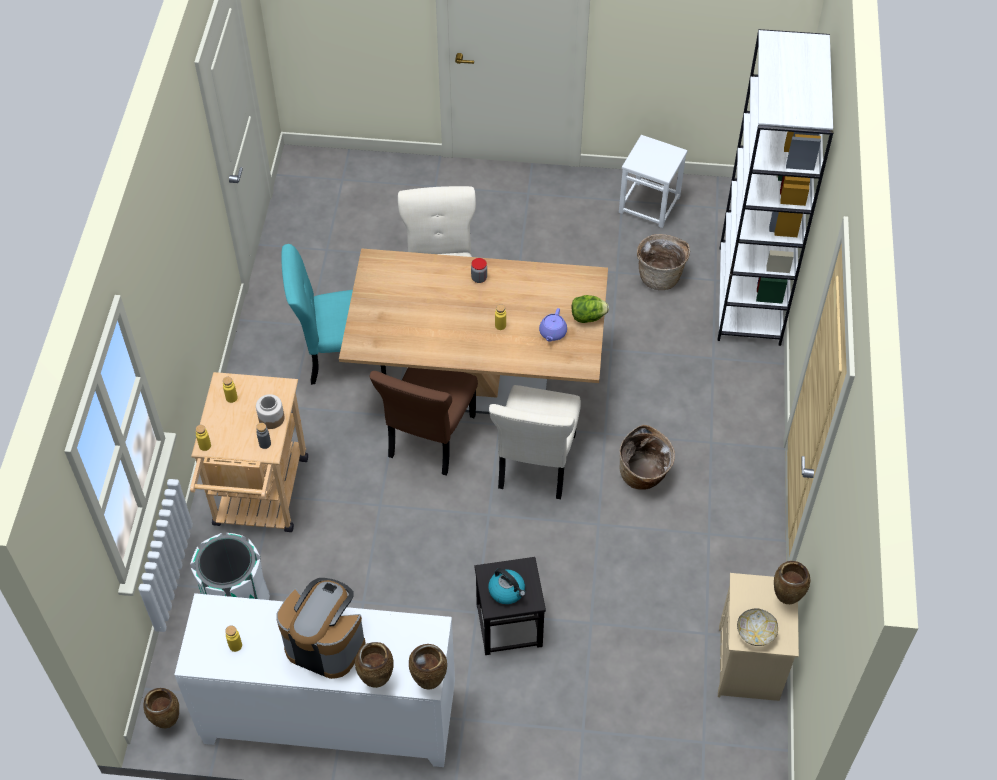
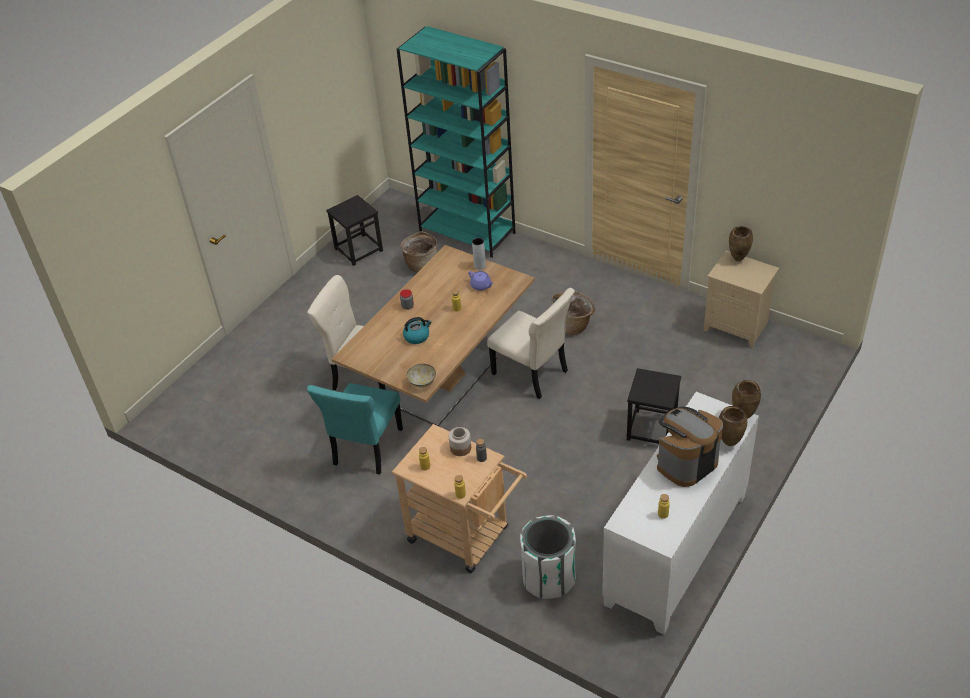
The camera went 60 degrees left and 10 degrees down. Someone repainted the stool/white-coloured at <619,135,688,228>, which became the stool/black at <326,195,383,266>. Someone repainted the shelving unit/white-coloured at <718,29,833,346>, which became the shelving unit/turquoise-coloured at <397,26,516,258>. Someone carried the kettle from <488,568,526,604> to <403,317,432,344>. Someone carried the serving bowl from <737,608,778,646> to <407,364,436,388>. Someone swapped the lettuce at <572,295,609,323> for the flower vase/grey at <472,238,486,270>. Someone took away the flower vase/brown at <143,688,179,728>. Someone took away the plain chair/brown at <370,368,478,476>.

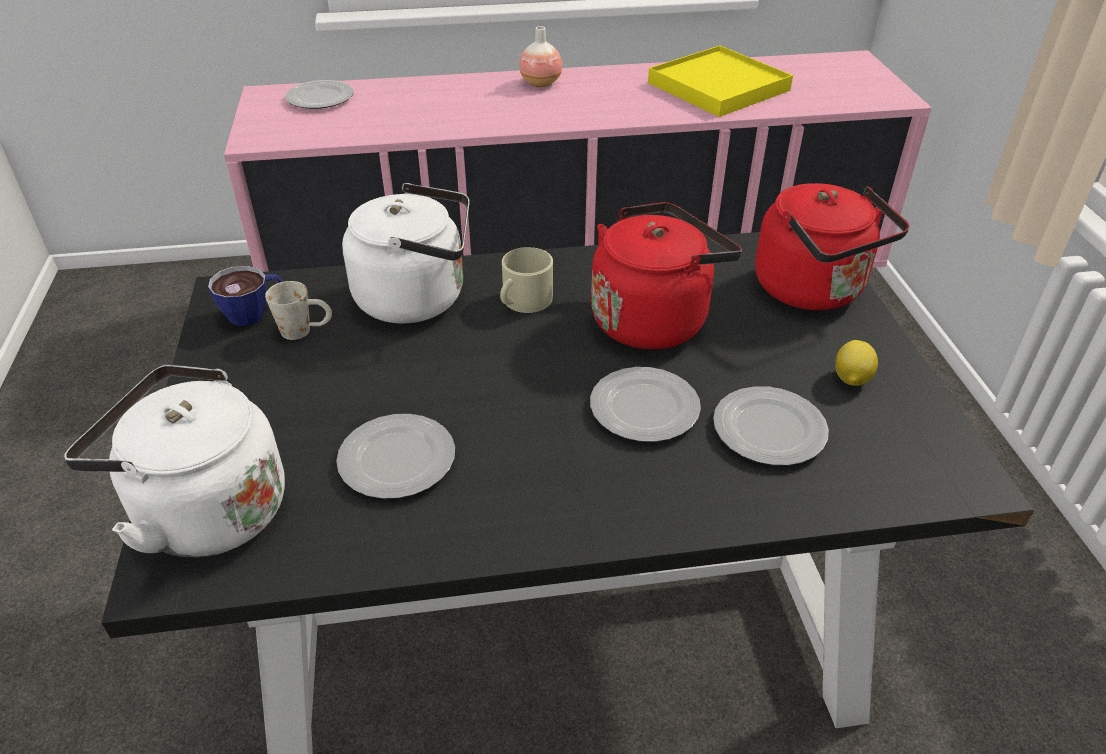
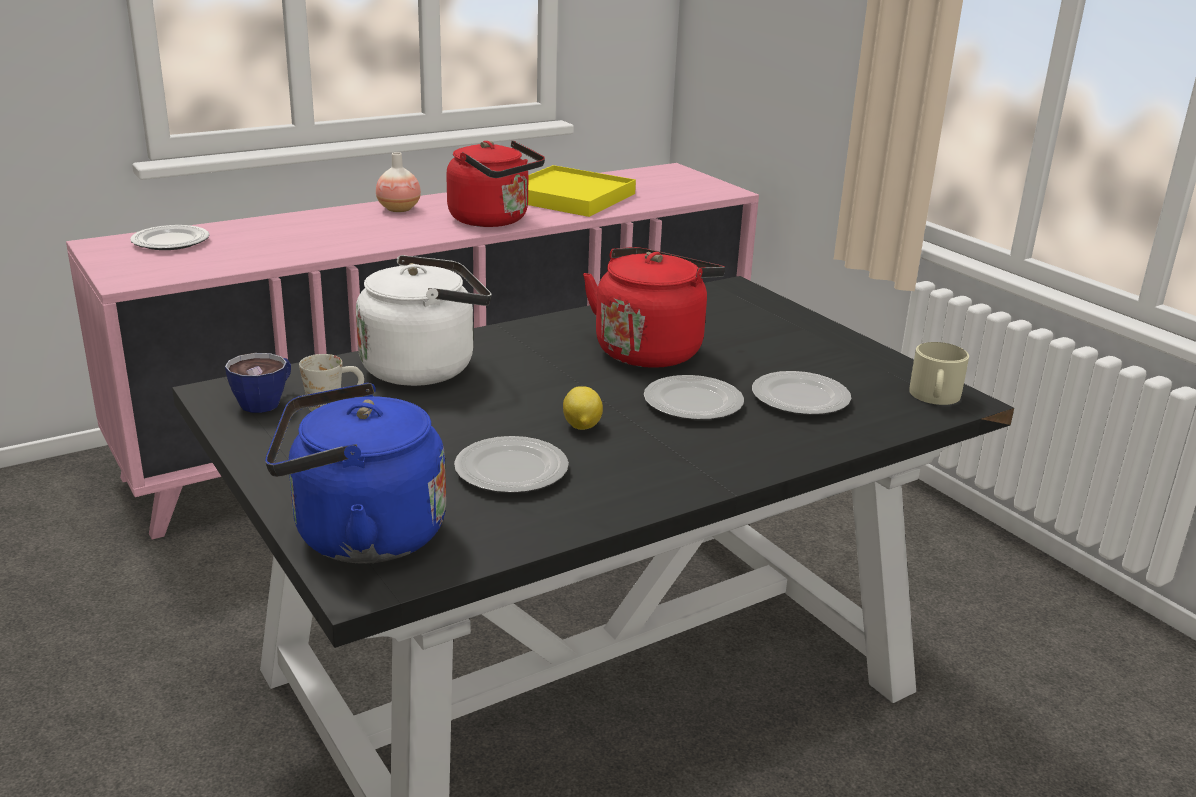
The camera went 25 degrees left and 15 degrees down. Someone repainted the kettle/white-coloured at <64,364,285,558>, which became the kettle/blue-coloured at <265,383,446,564>. Someone carried the kettle/red from <755,183,910,310> to <446,141,545,227>. Someone carried the whole lemon from <835,340,878,386> to <563,386,603,430>. Someone carried the tea mug/beige from <500,247,553,313> to <909,342,969,405>.

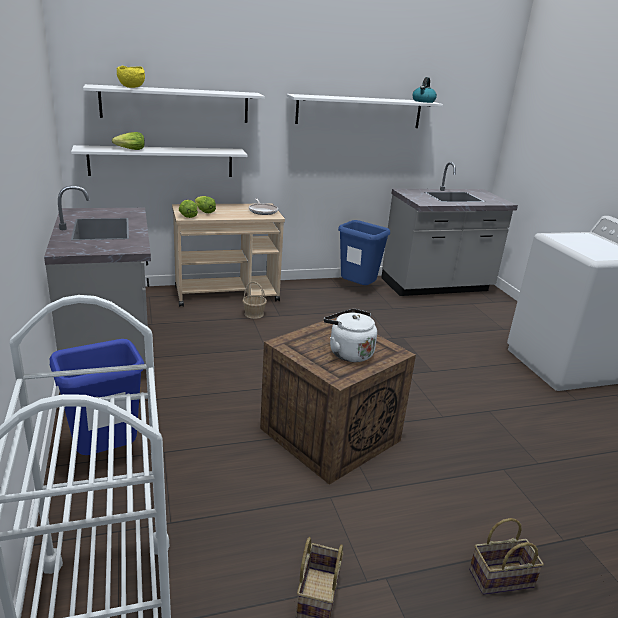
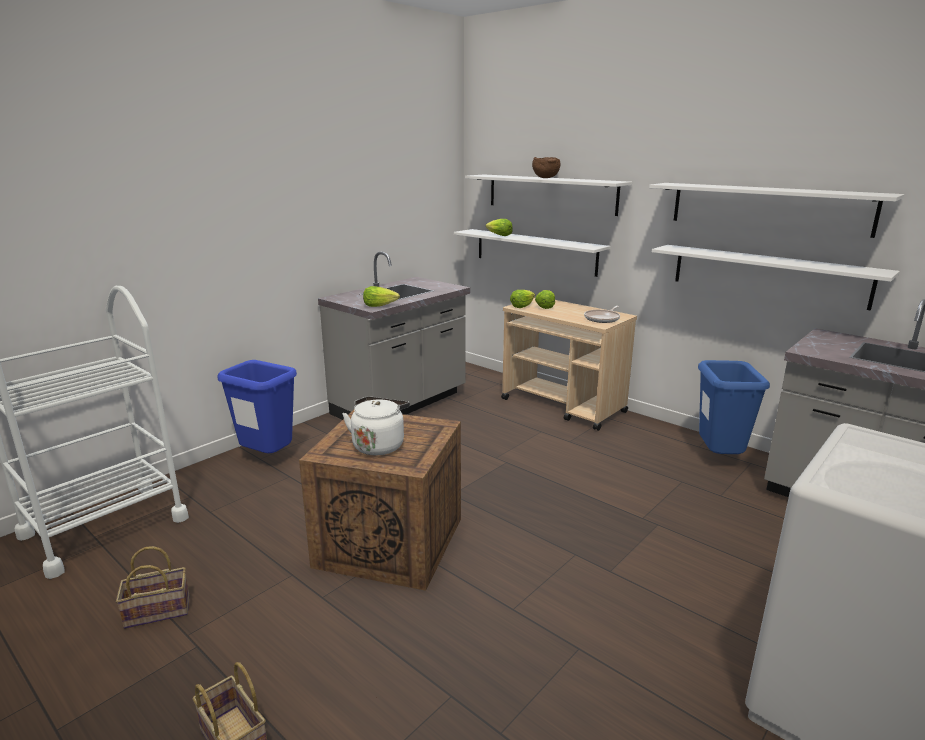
The camera went 60 degrees right and 5 degrees down. Someone put down the lettuce at <363,286,400,307>. Someone put down the serving bowl/brown at <532,157,561,178>. Someone put up the shelf/white-coloured at <652,245,900,310>. Someone took away the serving bowl/yellow-coloured at <117,66,145,88>. Someone took away the basket at <243,281,267,319>. Someone took away the kettle at <412,77,437,103>.

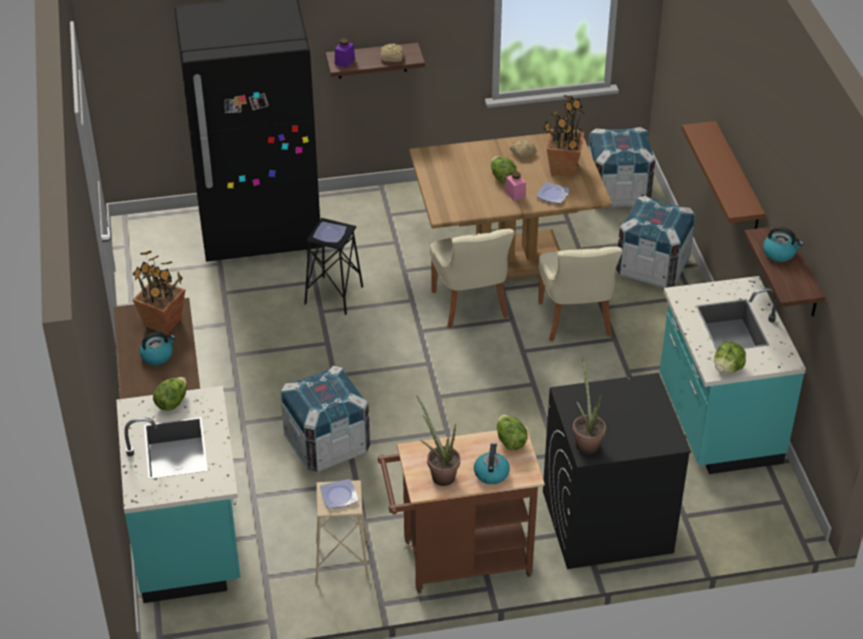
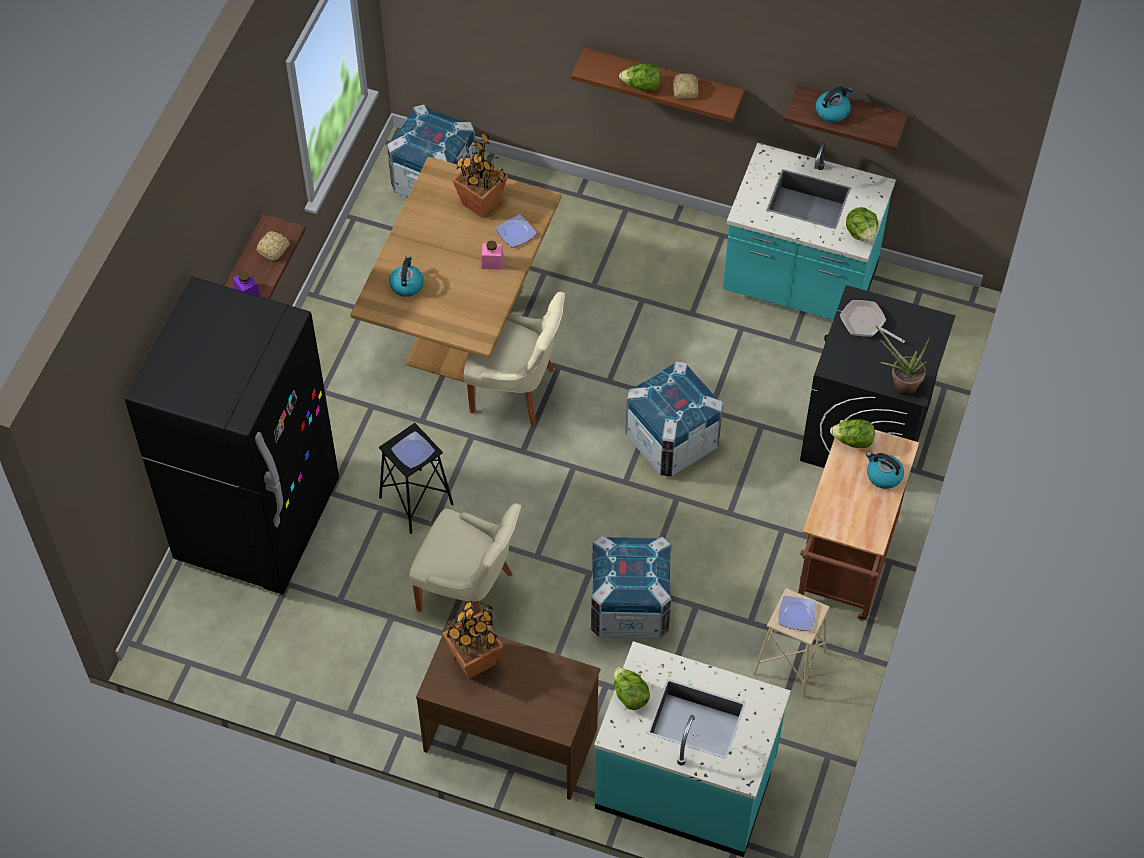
The camera went 60 degrees left and 15 degrees up. Someone carried the kettle from <140,332,176,365> to <389,256,424,297>. Someone carried the plain chair/beige from <538,247,623,341> to <409,503,521,615>. Someone carried the lettuce from <491,156,517,184> to <619,63,661,91>. Someone carried the packing crate from <616,196,696,289> to <625,361,723,477>. Someone carried the bakery bread from <510,138,536,159> to <673,73,699,99>. Someone put down the frying pan at <840,300,905,343>. Someone took away the houseplant at <417,396,460,486>.

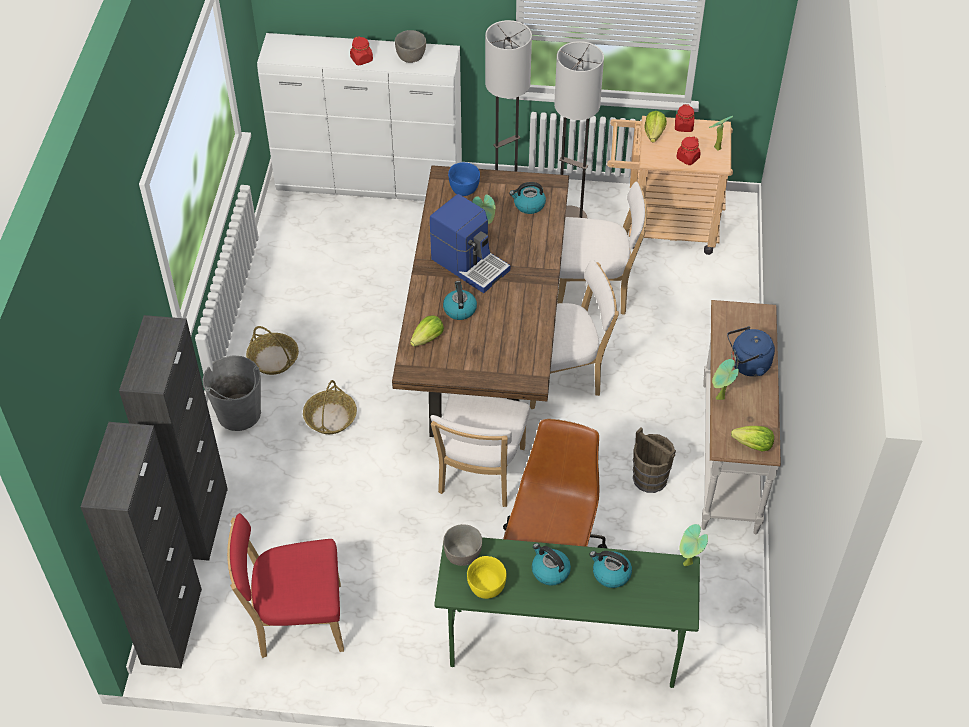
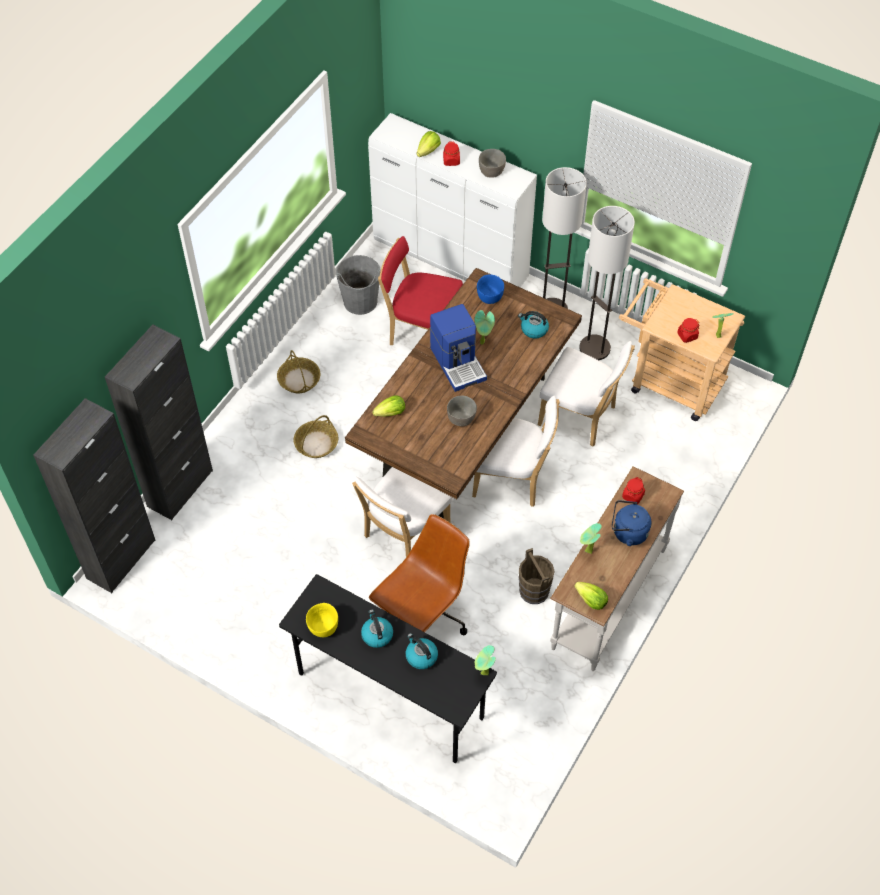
The camera went 25 degrees right and 5 degrees up. Someone repainted the desk unit/green-coloured at <435,535,700,688>, which became the desk unit/black at <279,574,497,763>. Someone carried the pail/grey from <202,355,261,431> to <336,255,381,315>. Someone carried the plain chair/red from <227,513,344,658> to <378,236,463,345>. Someone carried the lettuce from <644,111,667,143> to <416,131,441,157>. Someone carried the serving bowl/grey from <443,524,482,566> to <447,396,477,426>. Someone carried the preserve jar/red from <675,104,694,132> to <622,477,645,504>. Someone took away the kettle at <443,281,477,320>.

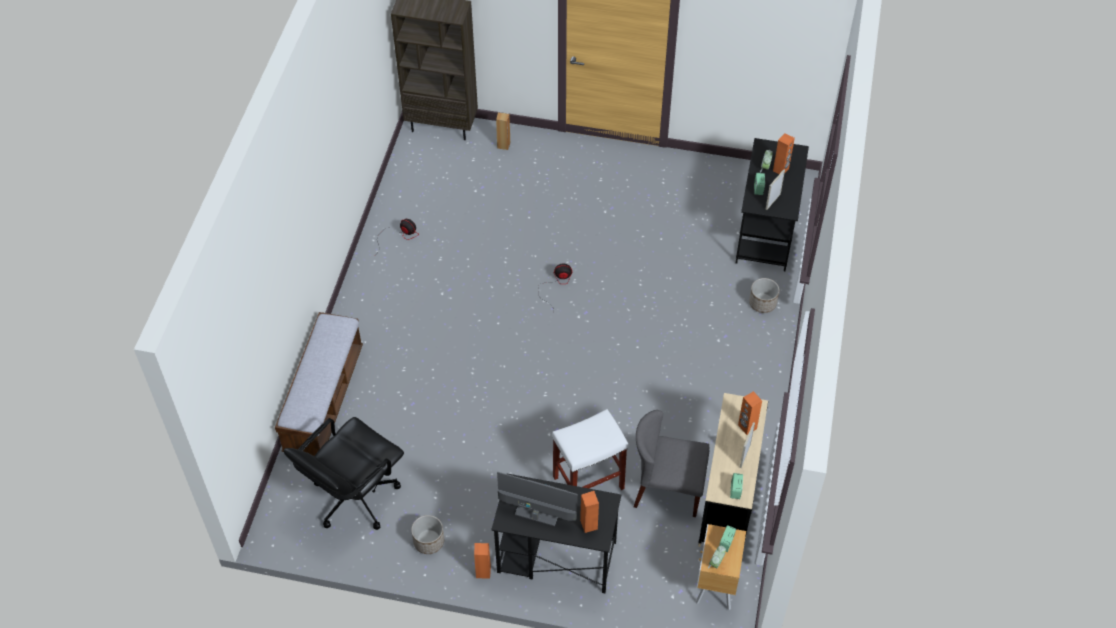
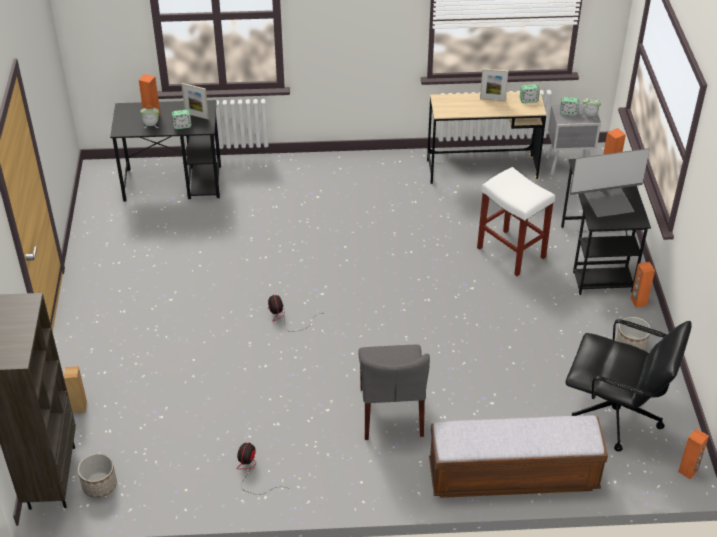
The camera went 105 degrees left and 10 degrees down. Someone carried the plant pot from <749,278,779,313> to <78,453,117,498>. Someone carried the plain chair/grey from <634,410,709,517> to <358,345,430,440>. Someone repainted the bedside table/brown at <696,524,746,610>, which became the bedside table/grey at <546,104,601,175>. Someone rotated the computer screen at <497,471,577,526> by 105 degrees counterclockwise. Someone carried the speaker/orangey from <738,391,762,435> to <678,429,709,479>.

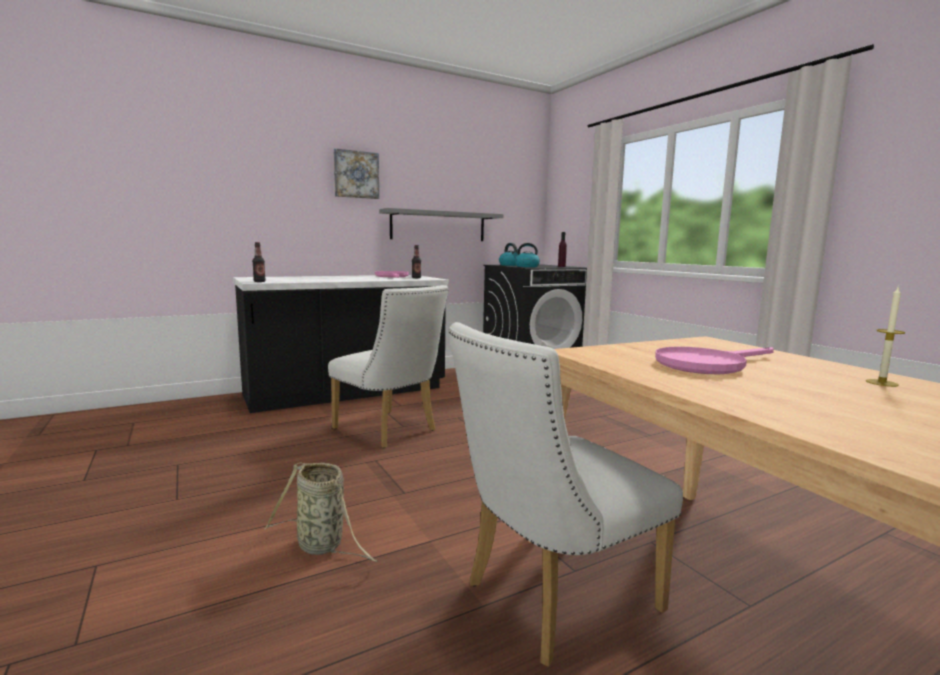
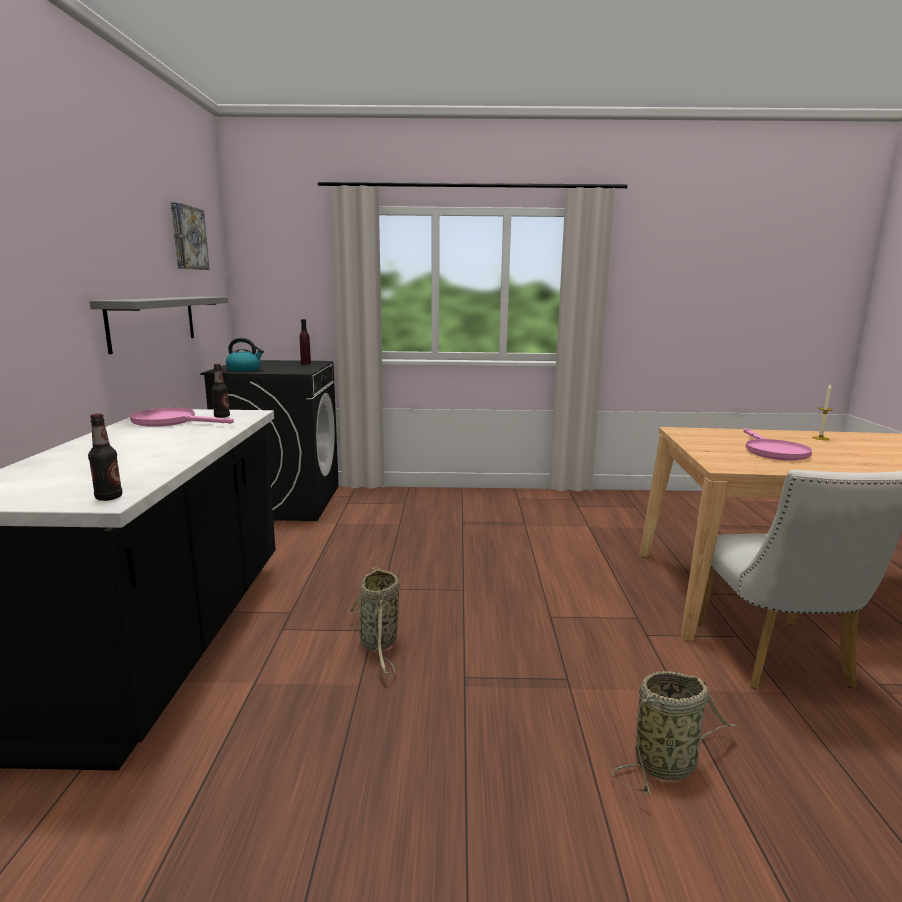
The camera went 60 degrees left and 5 degrees up. Someone carried the wall picture from <334,149,379,199> to <171,202,210,270>. Someone swapped the plain chair/white-coloured at <328,285,449,448> for the basket at <348,567,400,674>. Someone took away the kettle at <512,243,540,267>.

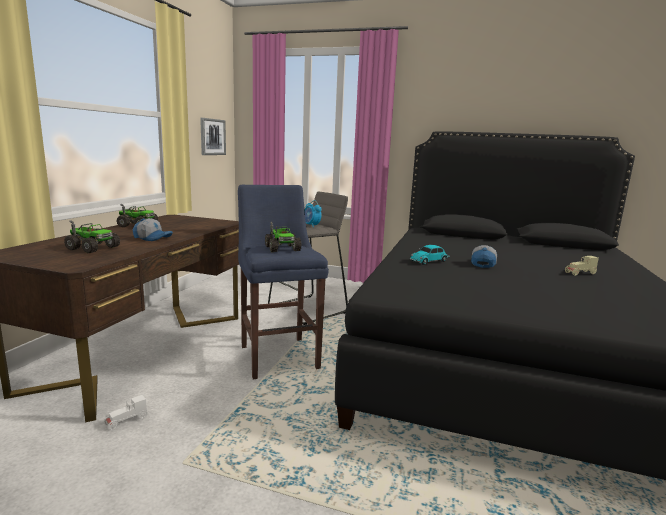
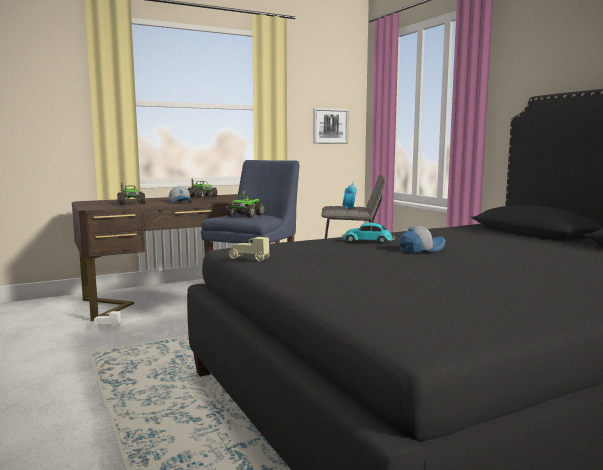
The camera went 45 degrees right and 5 degrees down. Someone carried the toy car/beige from <565,256,599,276> to <229,237,269,261>.

